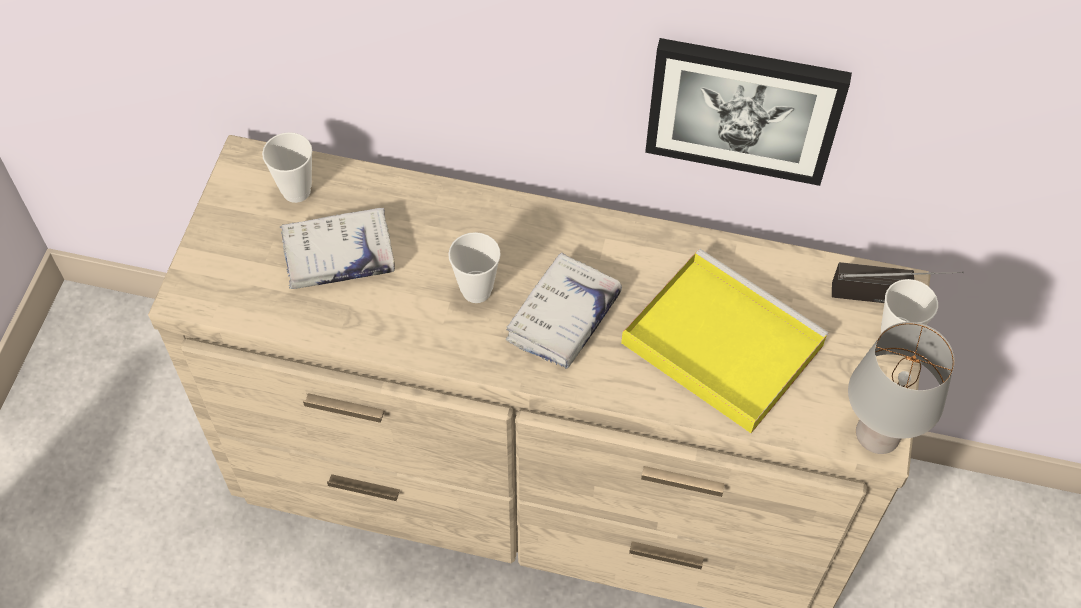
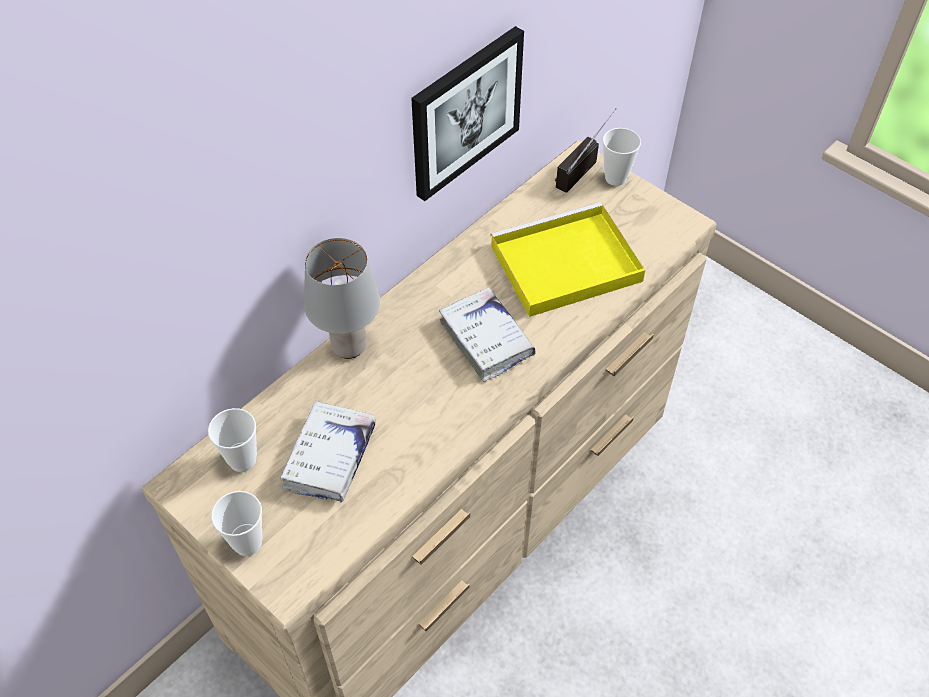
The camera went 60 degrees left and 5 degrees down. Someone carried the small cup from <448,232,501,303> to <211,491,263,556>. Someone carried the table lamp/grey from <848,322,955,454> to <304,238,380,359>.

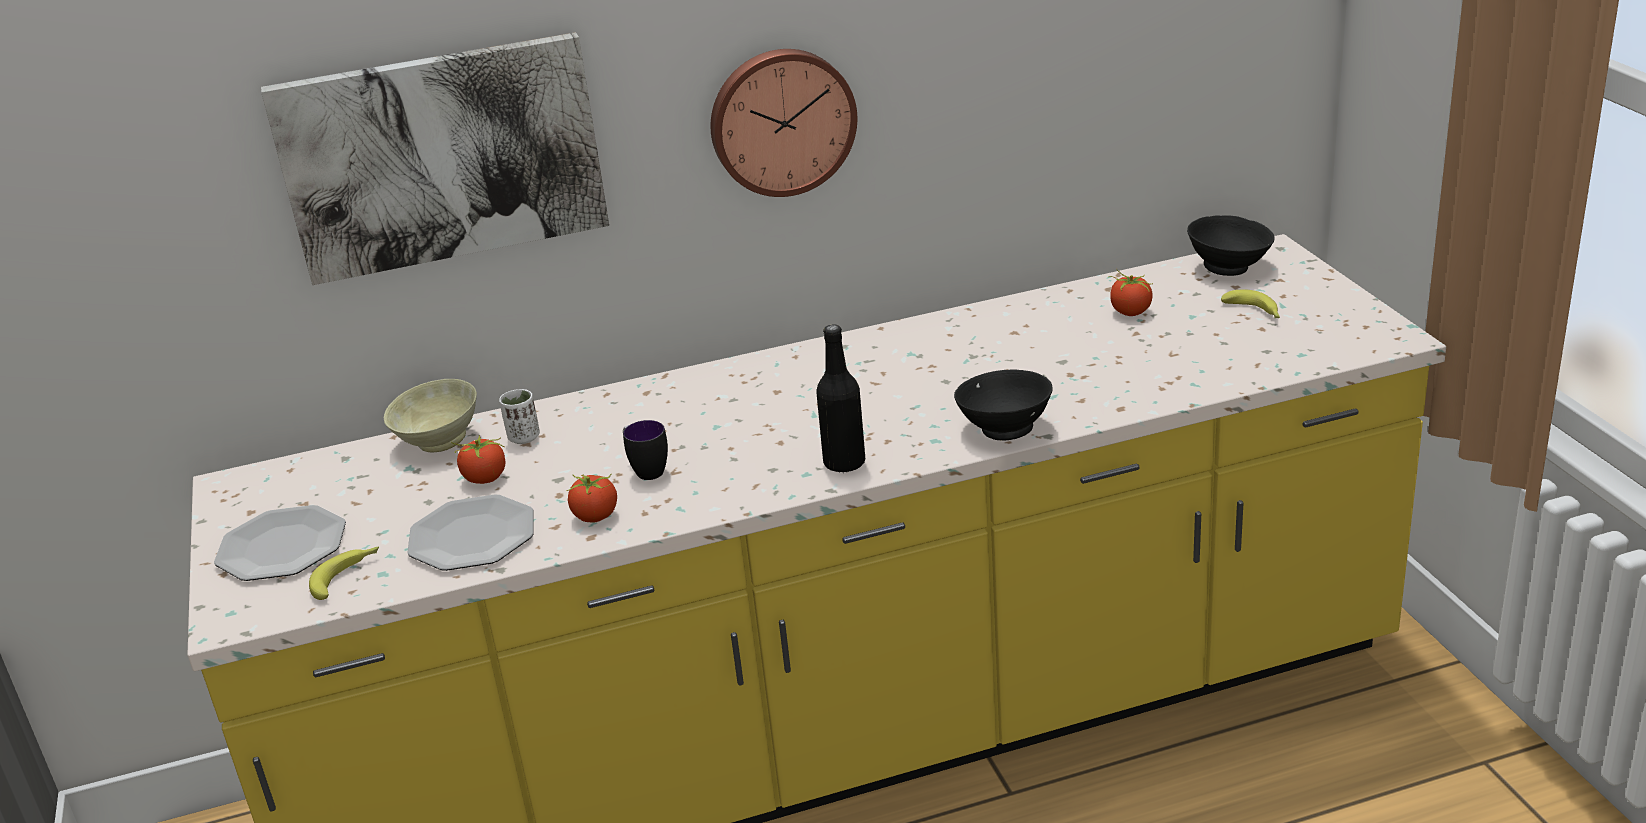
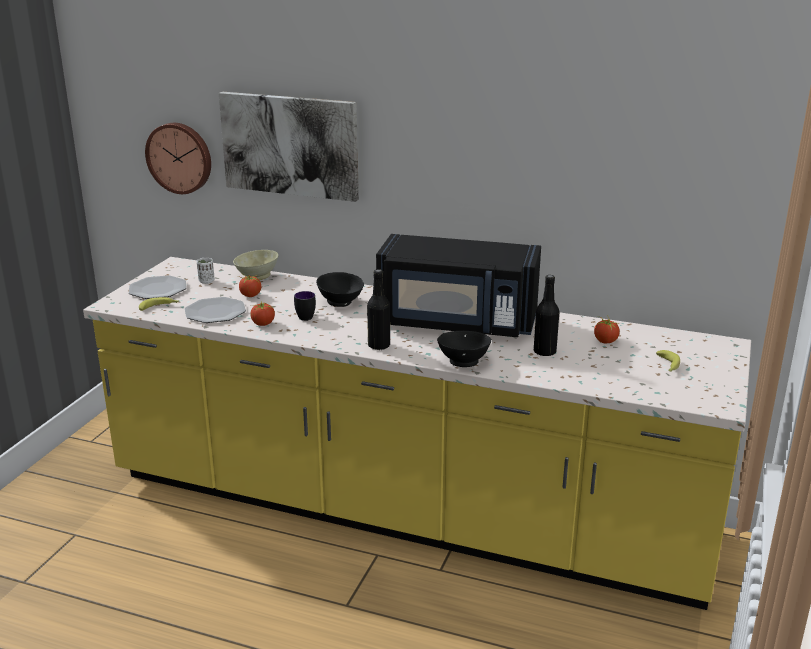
The camera went 35 degrees right and 5 degrees down. Someone carried the hanging clock from <711,49,857,197> to <145,123,211,194>. Someone carried the small cup/white-coloured from <499,389,540,444> to <197,258,214,284>. Someone carried the serving bowl/black from <1187,215,1275,276> to <316,272,364,307>. Someone put down the microwave/black at <376,234,541,337>. Someone put down the drink bottle/black at <534,275,559,356>.

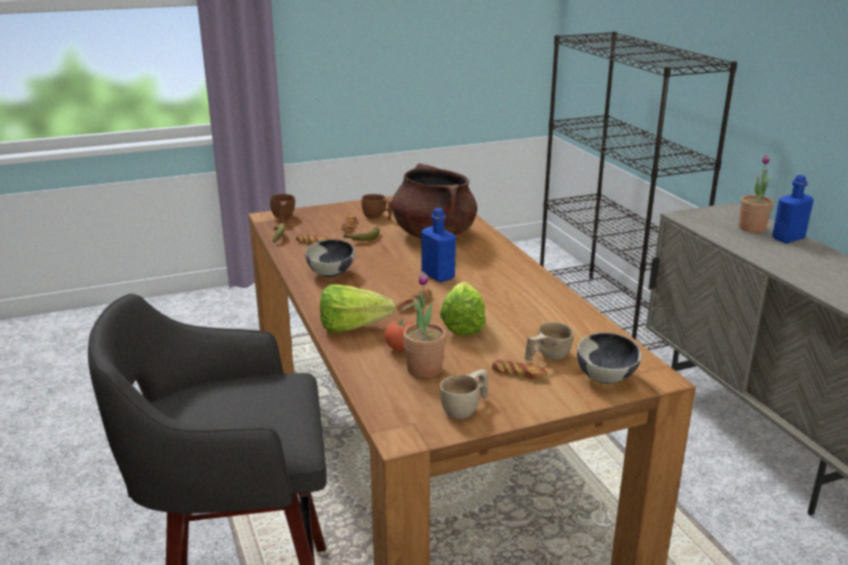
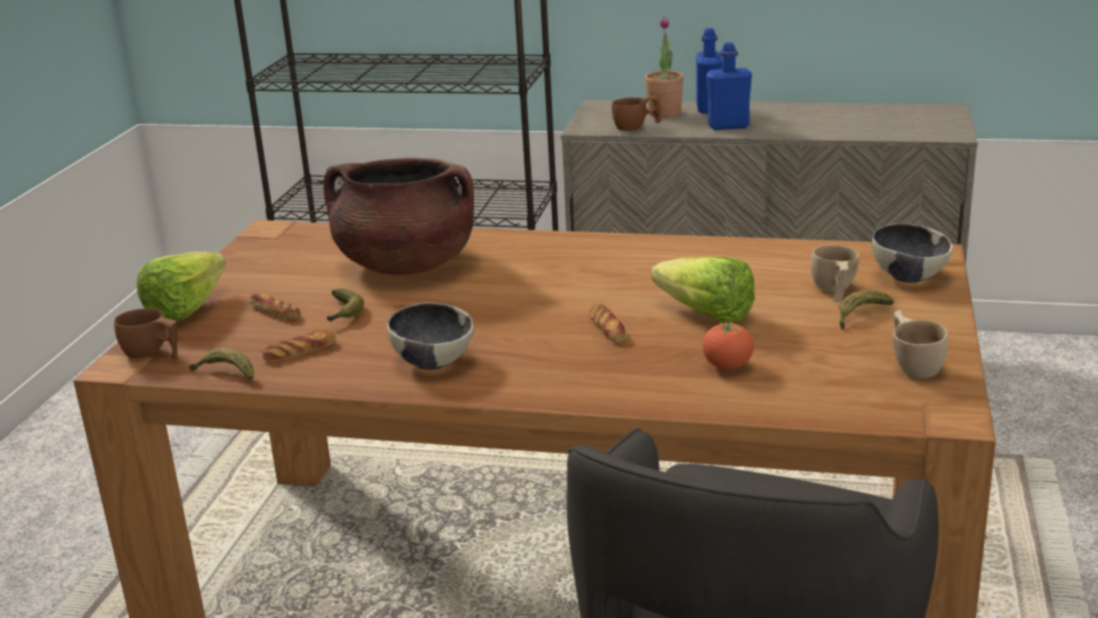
The camera went 55 degrees left and 0 degrees up. Someone carried the lettuce from <320,284,396,332> to <136,252,226,322>. Someone carried the small cup/brown from <361,194,392,220> to <612,96,661,131>. Someone carried the drink bottle/blue-coloured from <421,208,456,282> to <706,42,752,130>. Someone swapped the bakery bread at <492,360,548,381> for the banana fruit at <839,290,894,330>. Someone took away the houseplant at <403,272,446,378>.

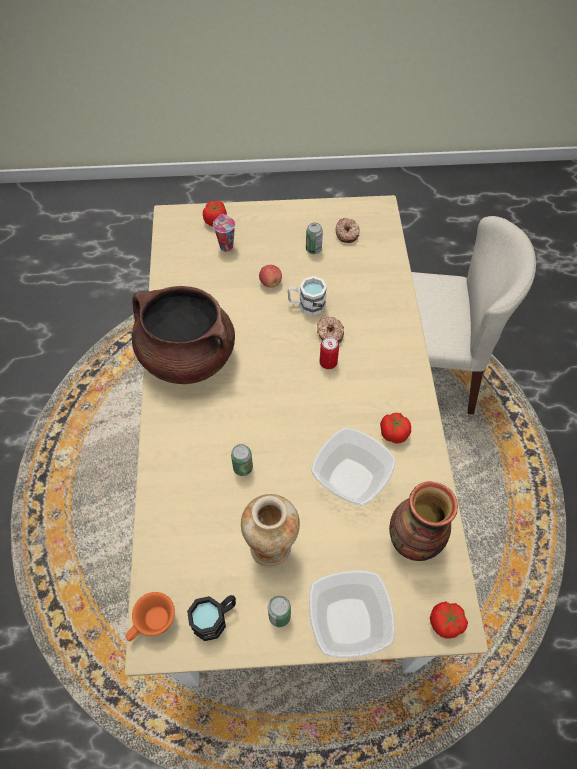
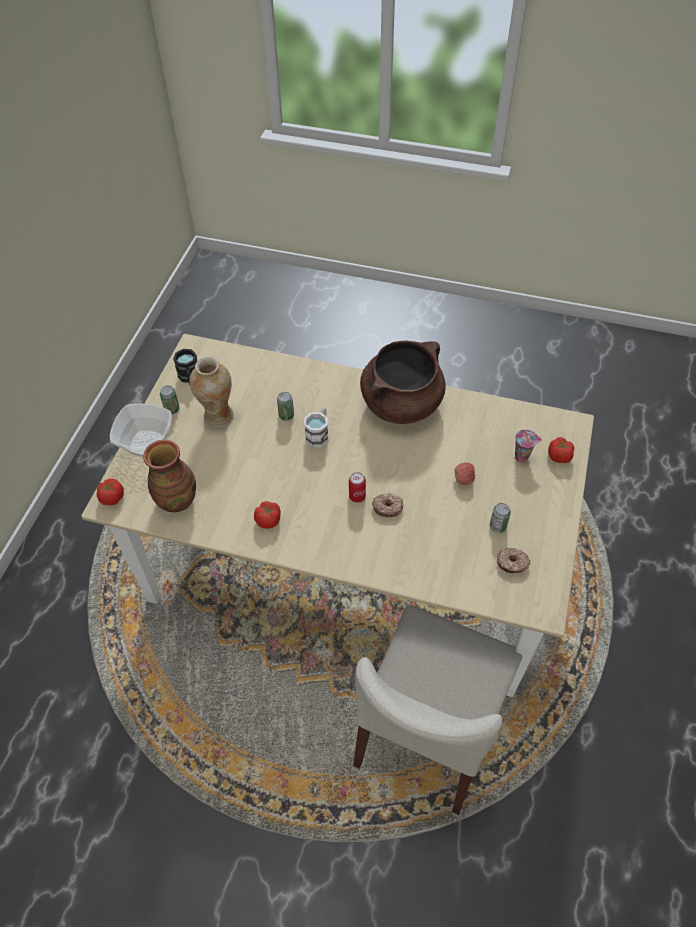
The camera went 110 degrees right and 5 degrees down. Someone carried the tea mug/white-coloured from <287,276,327,316> to <304,407,328,448>. Someone took away the small cup/orangey at <126,592,175,641>. Someone took away the serving bowl at <311,427,396,506>.

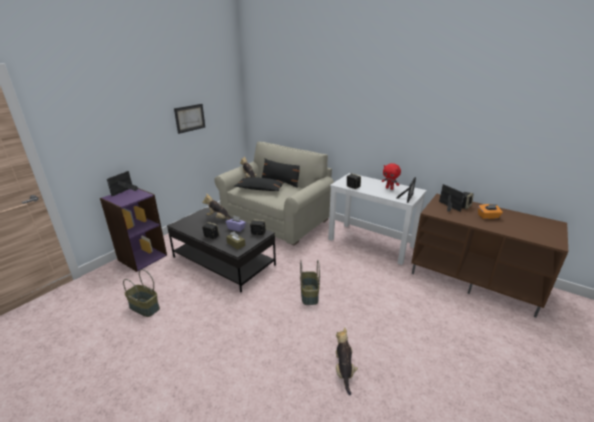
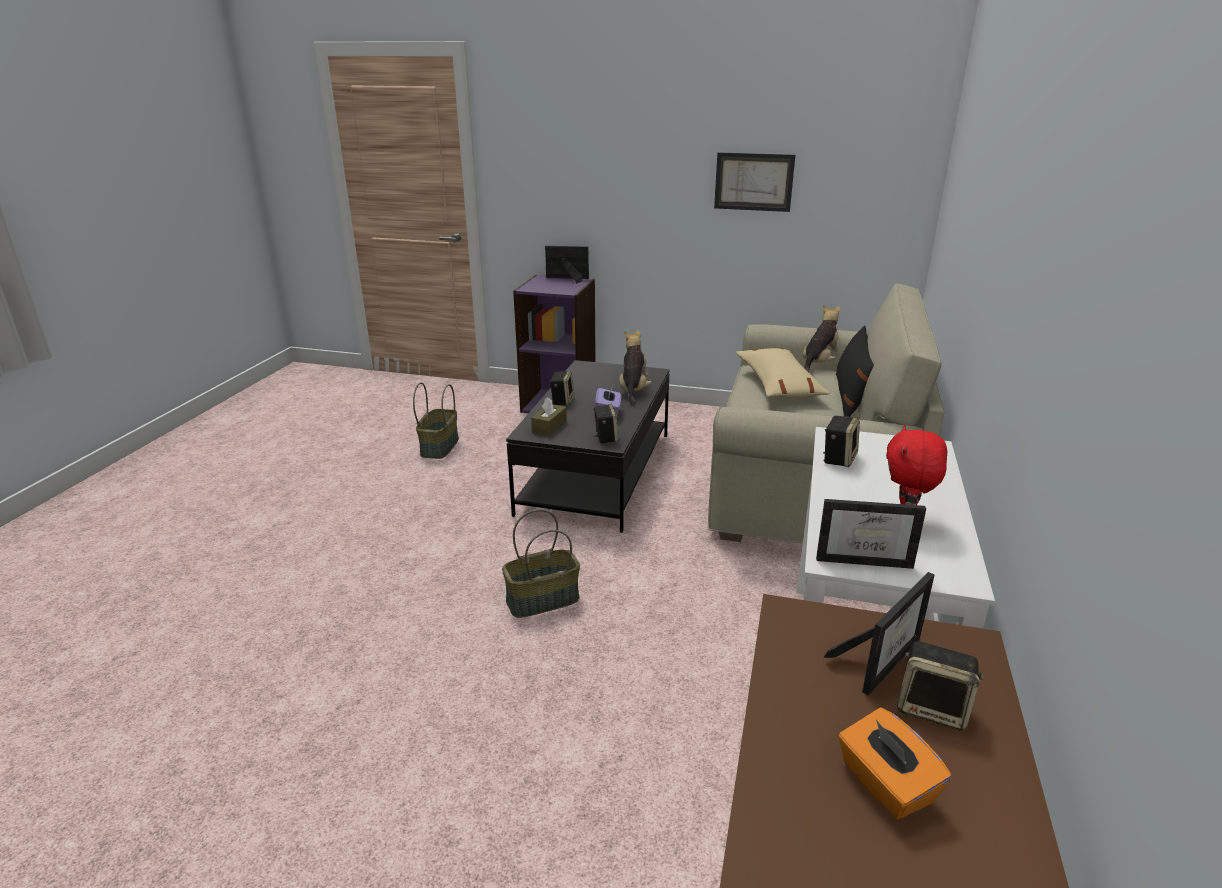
The camera went 70 degrees right and 0 degrees up. Someone repainted the cushion/black at <234,177,285,191>, which became the cushion/beige at <736,348,830,398>. Someone took away the soft toy at <335,327,358,395>.

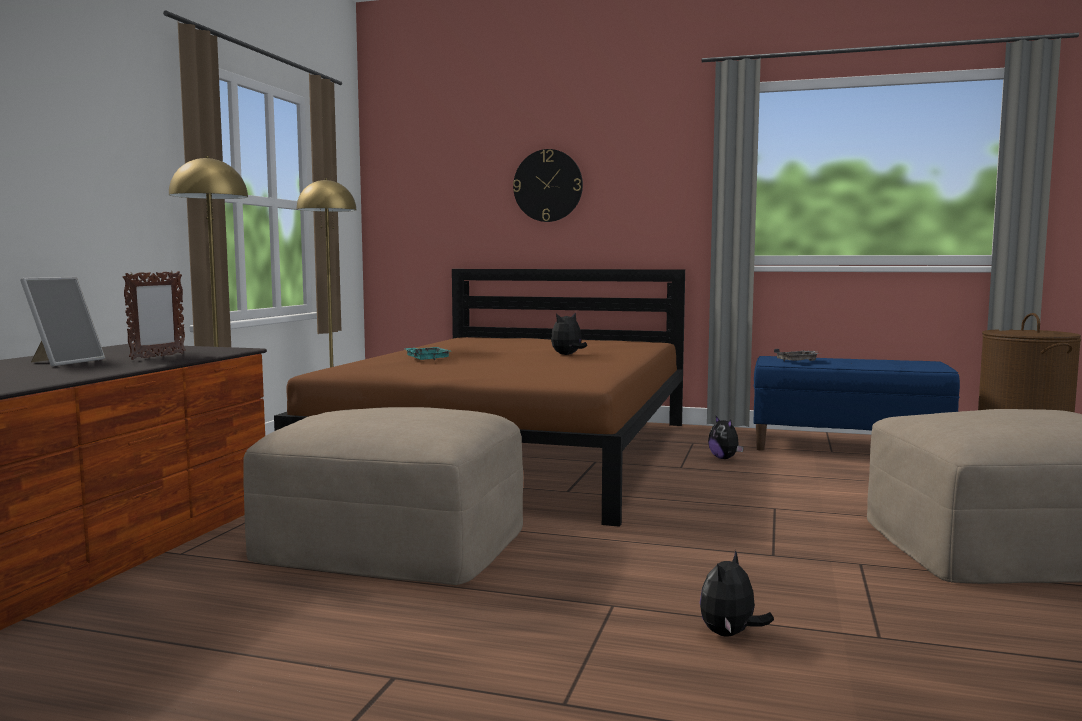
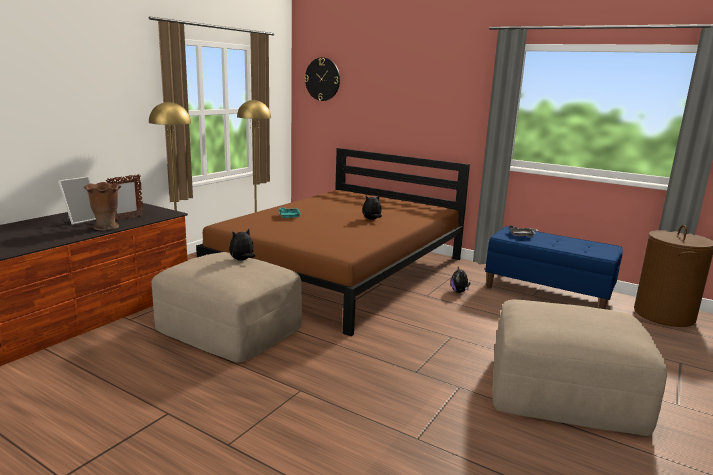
The camera went 15 degrees right and 10 degrees up. Someone put down the flower vase/brown at <83,182,122,231>. Someone carried the soft toy from <700,550,774,637> to <229,229,256,261>. Someone carried the hanging clock from <513,149,583,222> to <304,57,340,101>.

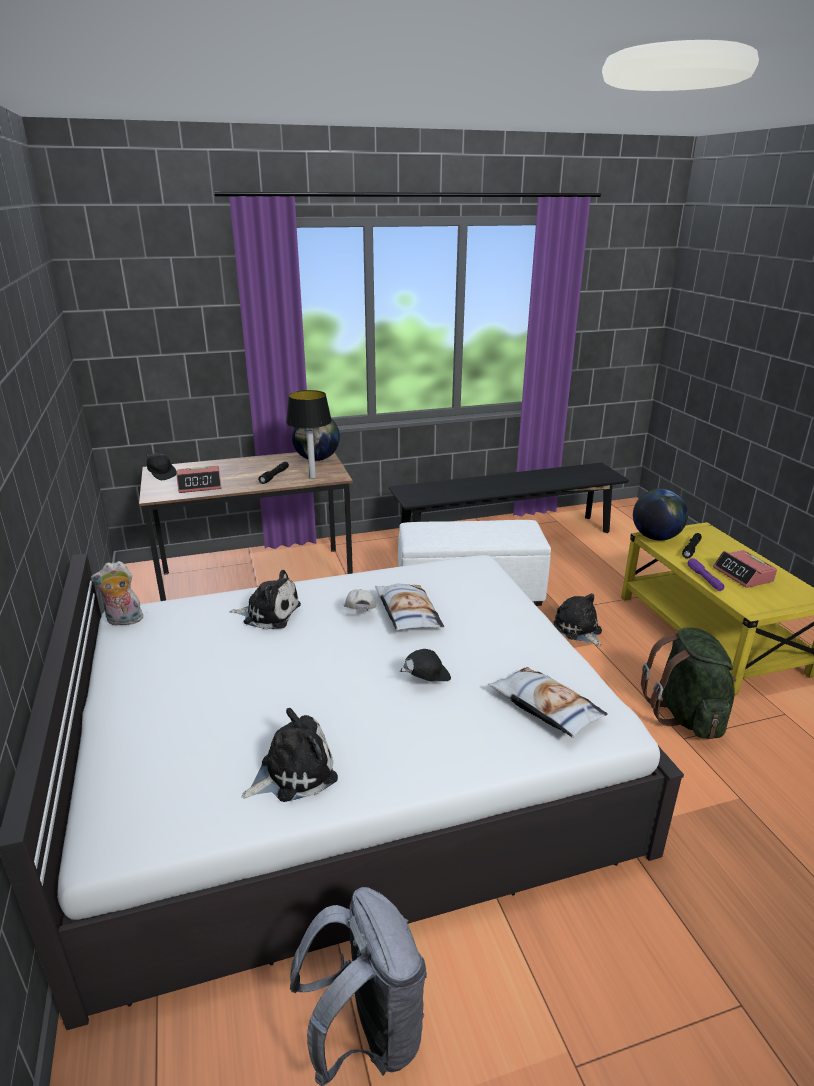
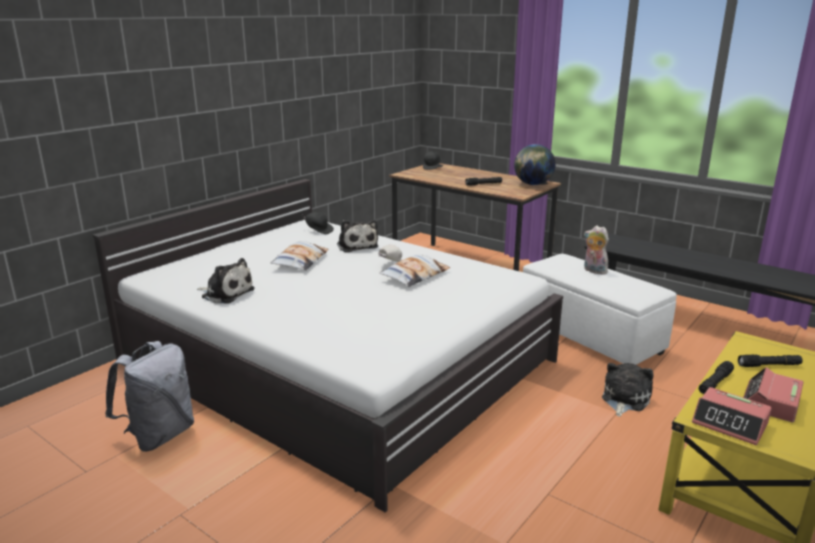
The camera went 55 degrees right and 5 degrees down. Someone carried the cushion from <488,667,608,738> to <271,241,329,270>. Someone carried the cap/black from <400,649,451,682> to <301,212,334,234>. Someone carried the soft toy from <91,561,143,626> to <584,226,609,274>. Someone carried the bedside clock from <177,466,222,493> to <692,387,772,445>. Someone repainted the torch/purplish at <687,558,725,591>, which became the torch/black at <699,361,734,394>. Someone took away the table lamp at <286,390,332,479>. Someone took away the desk globe at <633,489,688,541>. Someone took away the knapsack/green-coloured at <641,627,736,739>.

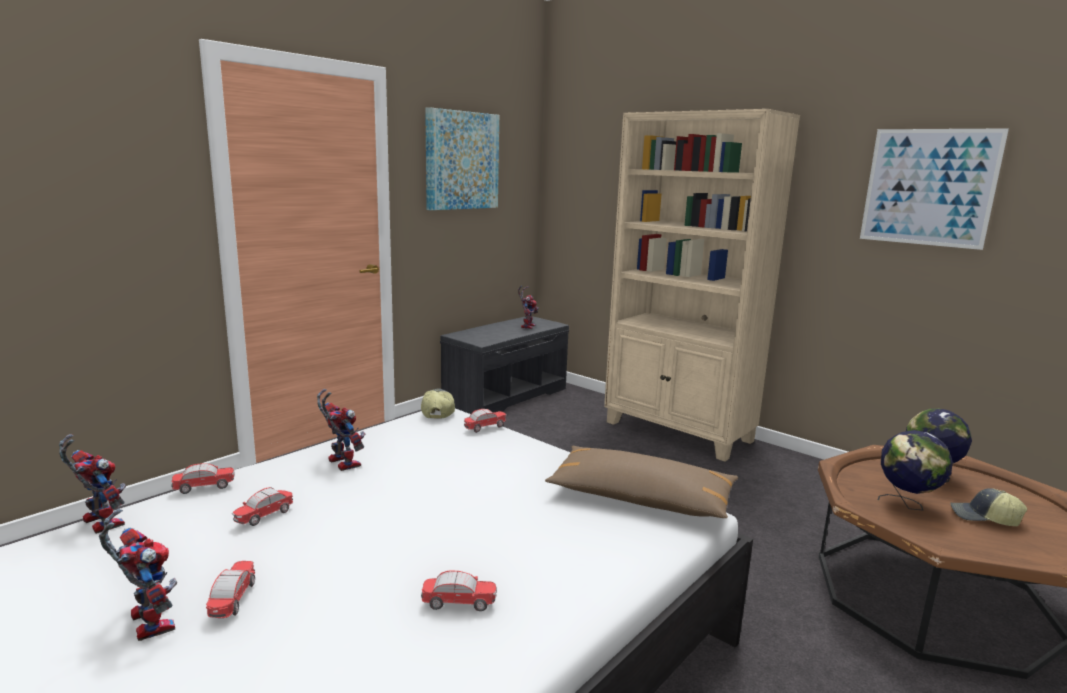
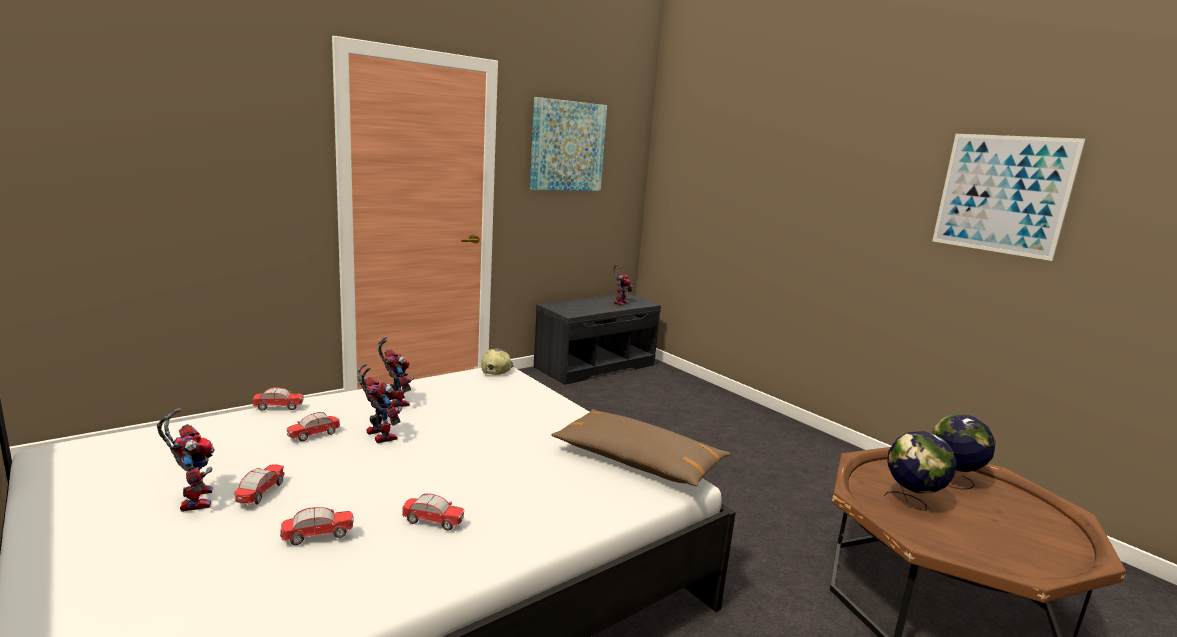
The camera went 10 degrees right and 0 degrees up. Someone carried the toy car from <464,409,507,433> to <280,507,354,545>. Someone carried the model robot from <59,434,126,534> to <357,363,402,443>. Someone took away the shelving unit/beige at <604,109,800,462>. Someone took away the cap at <950,488,1027,526>.

